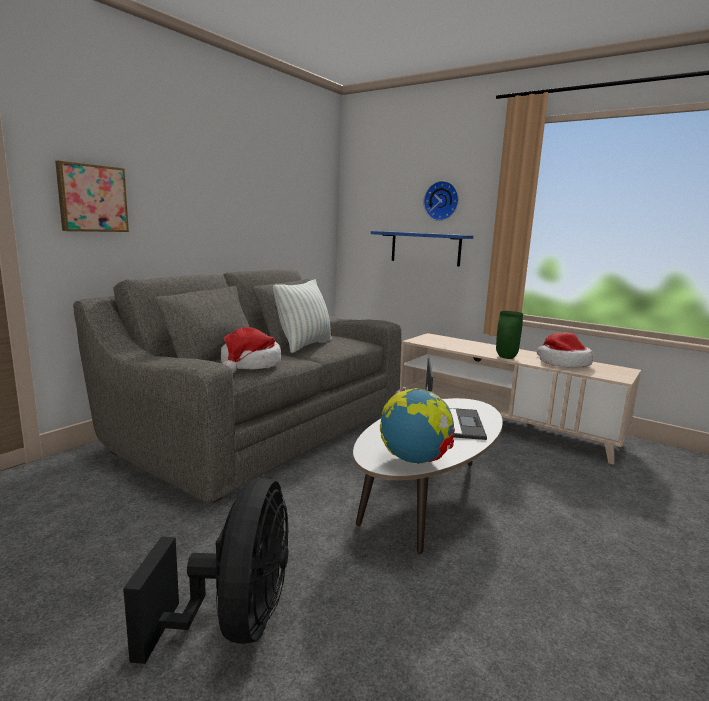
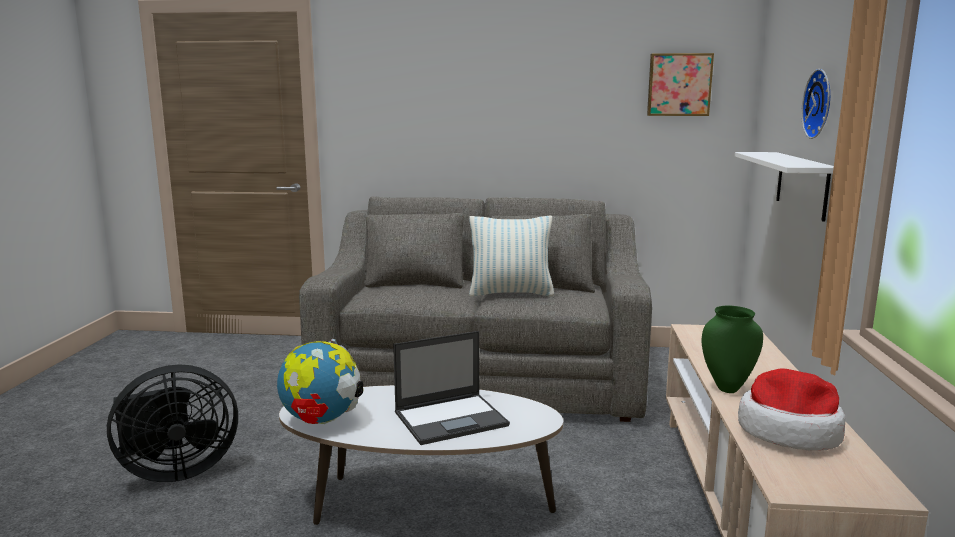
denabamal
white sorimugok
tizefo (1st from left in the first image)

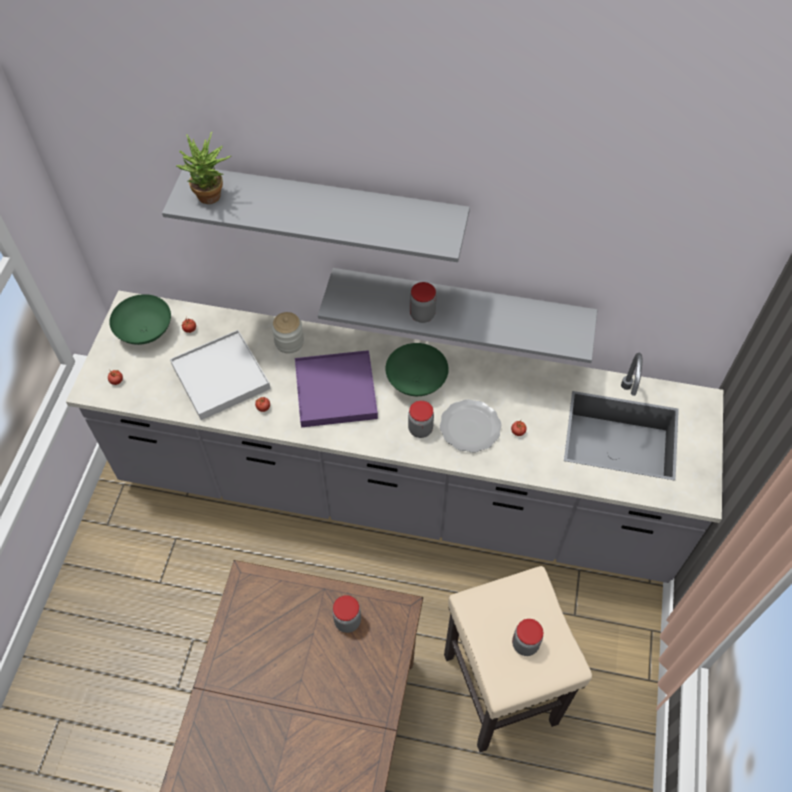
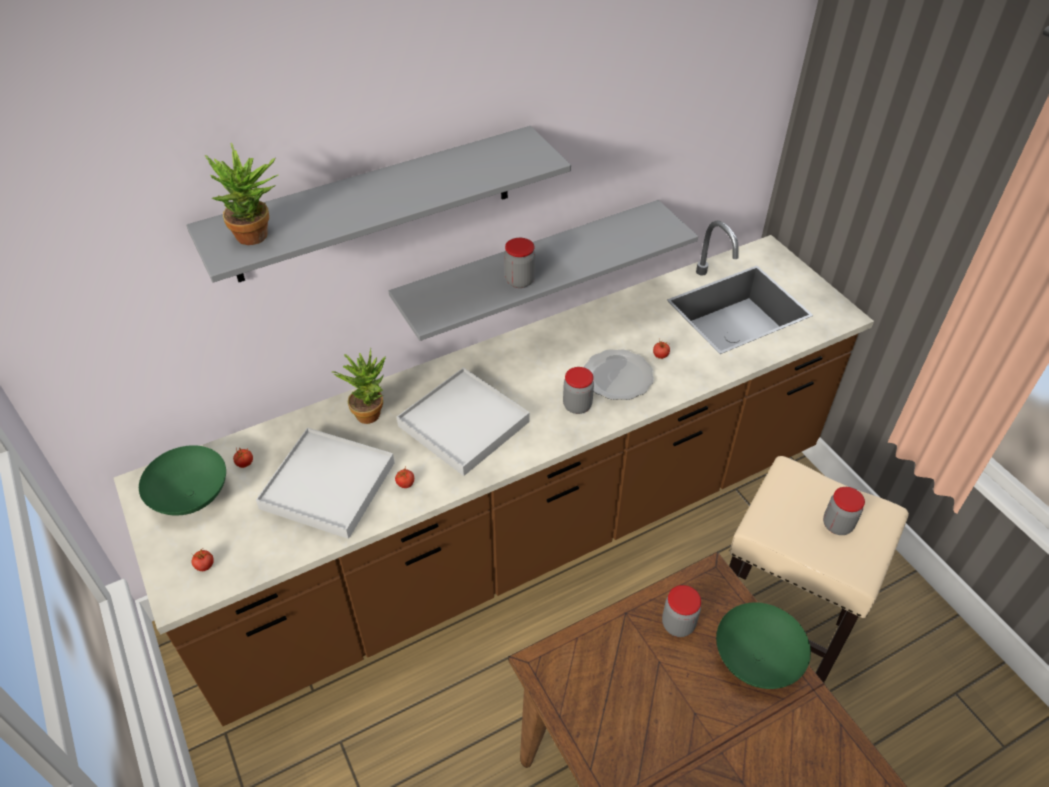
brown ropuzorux
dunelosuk (2nd from left)
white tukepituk (2nd from left)
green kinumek (2nd from left)

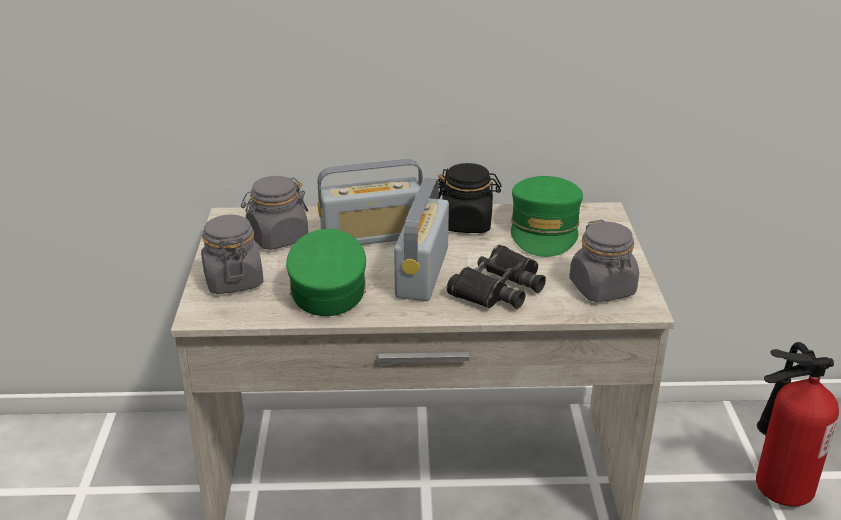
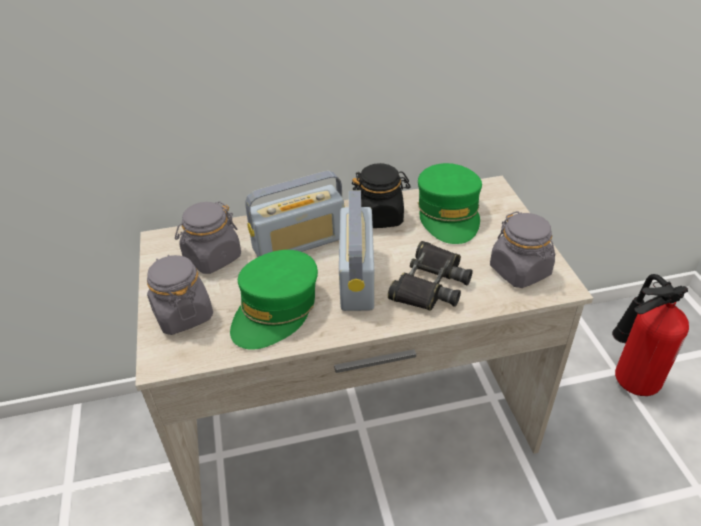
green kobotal (1st from left)

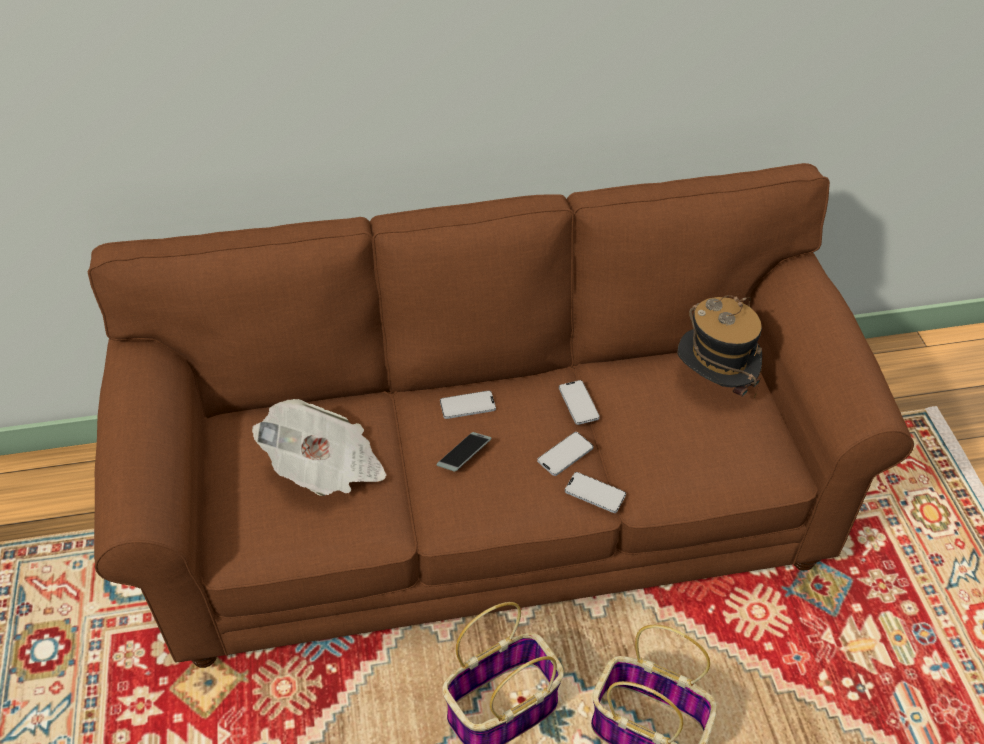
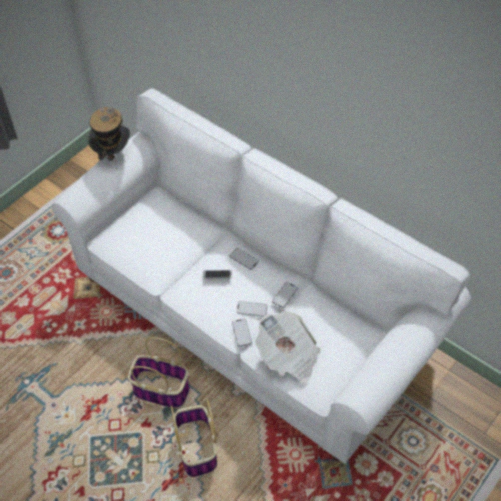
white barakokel
tizefo
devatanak

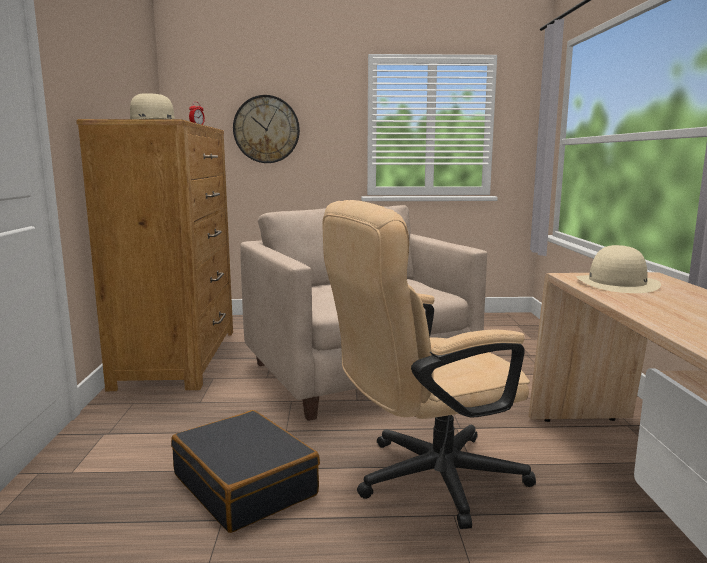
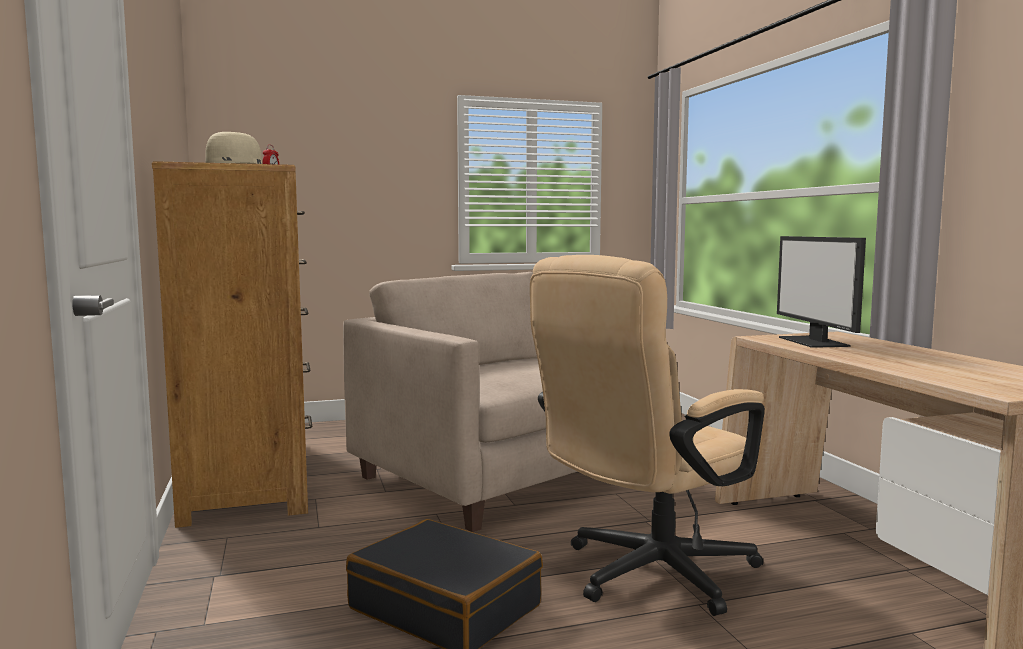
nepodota
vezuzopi

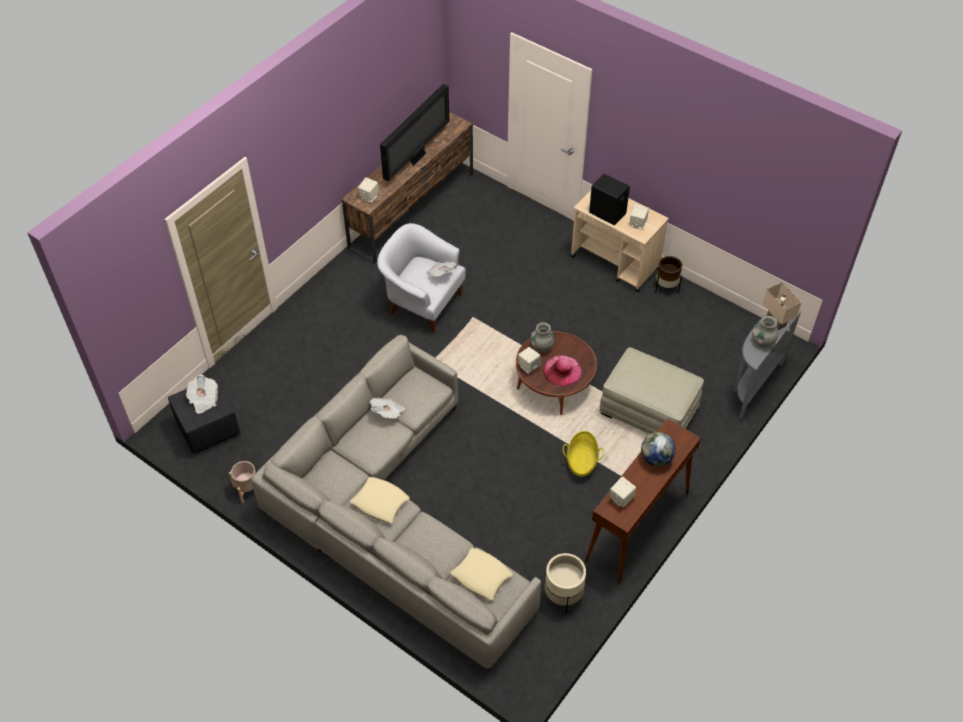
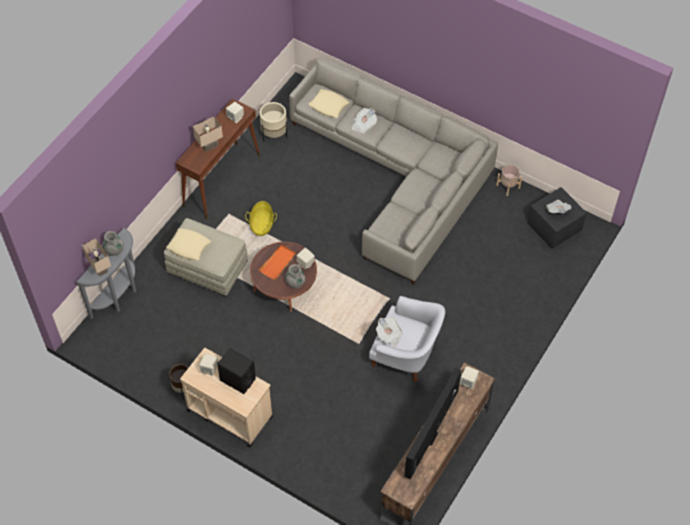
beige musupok (1st from left)
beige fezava (2nd from left)
orange tukepituk
devatanak (1st from left)

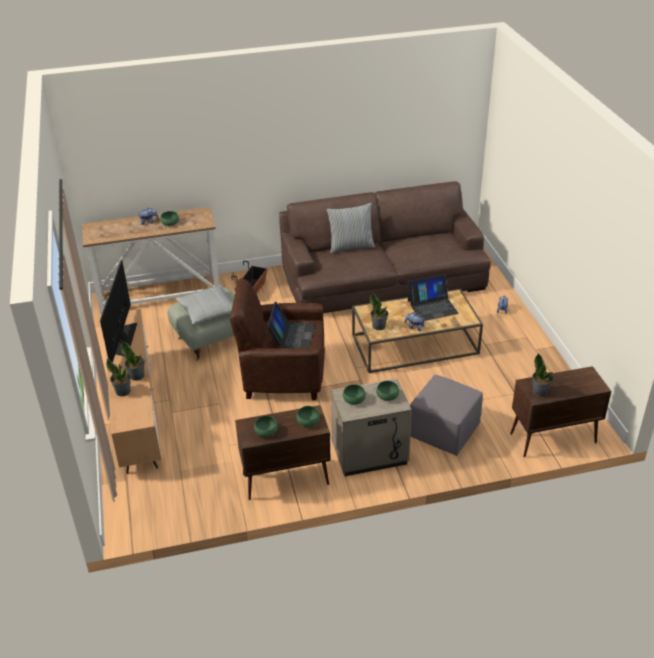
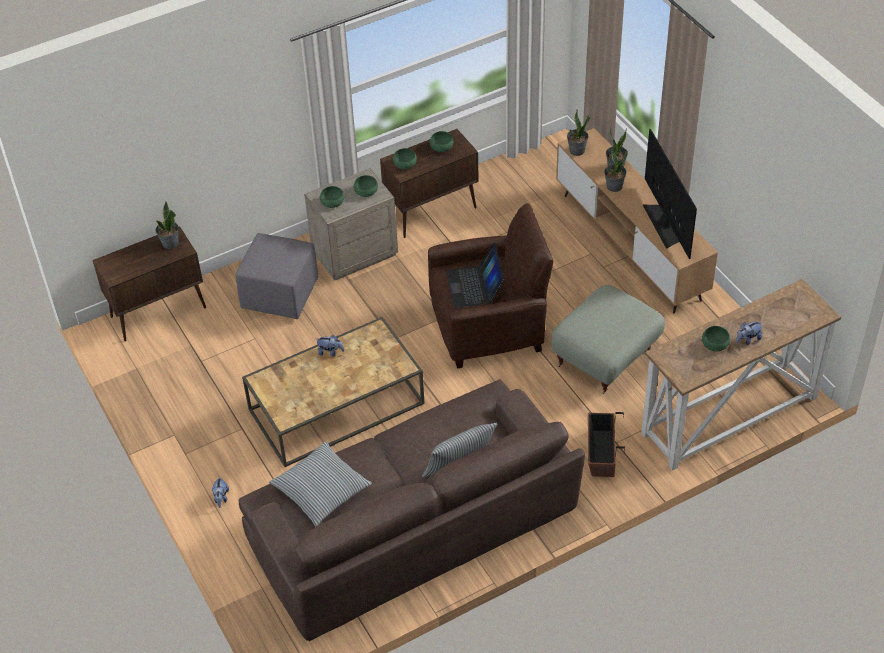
musupok (1st from left)
dunelosuk (2nd from left)
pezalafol (2nd from left in the first image)

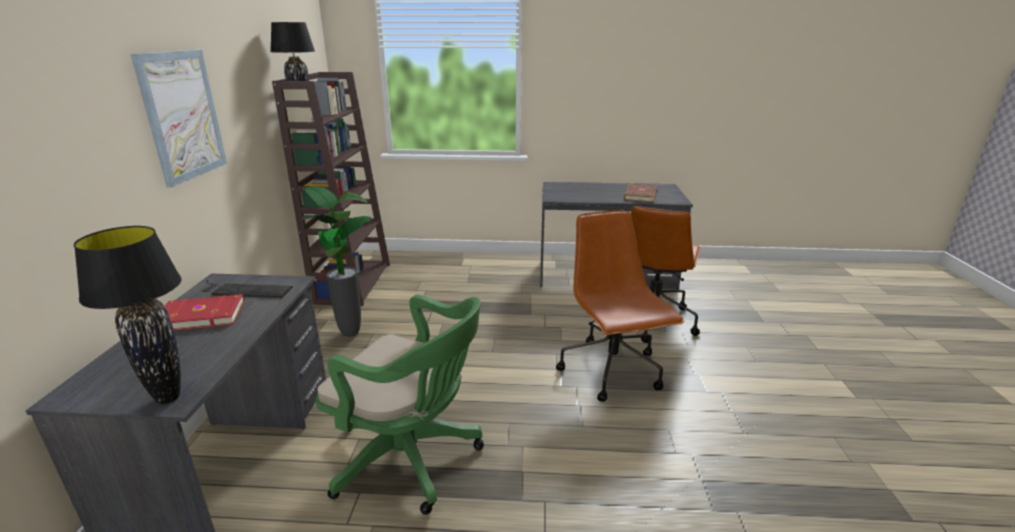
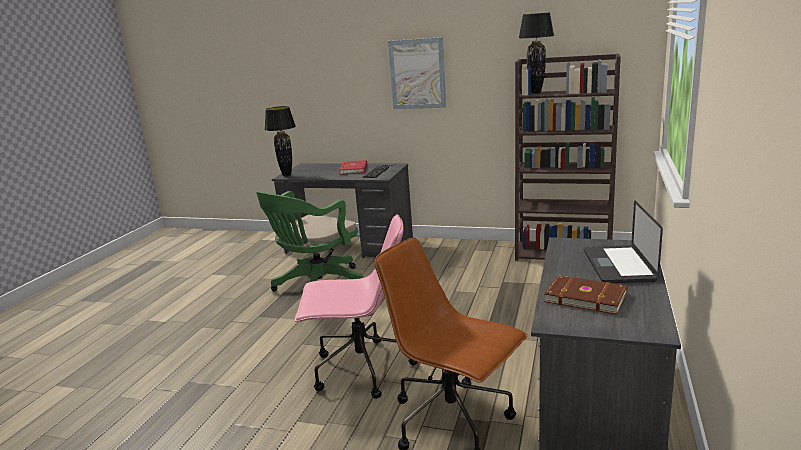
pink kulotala
pezalafol
dunelosuk

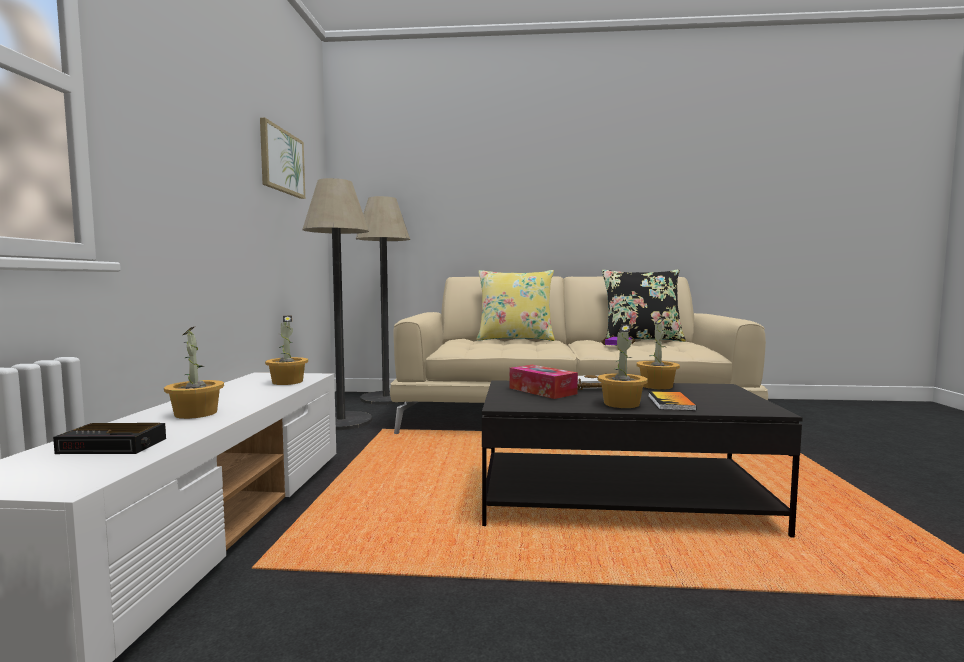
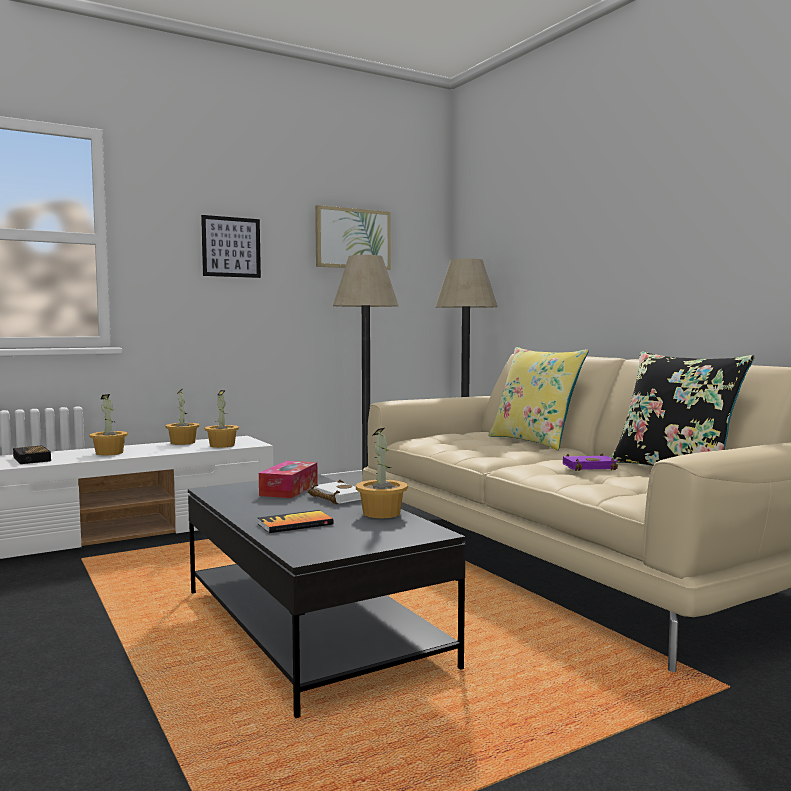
dunelosuk (2nd from left)
denabamal (1st from left)

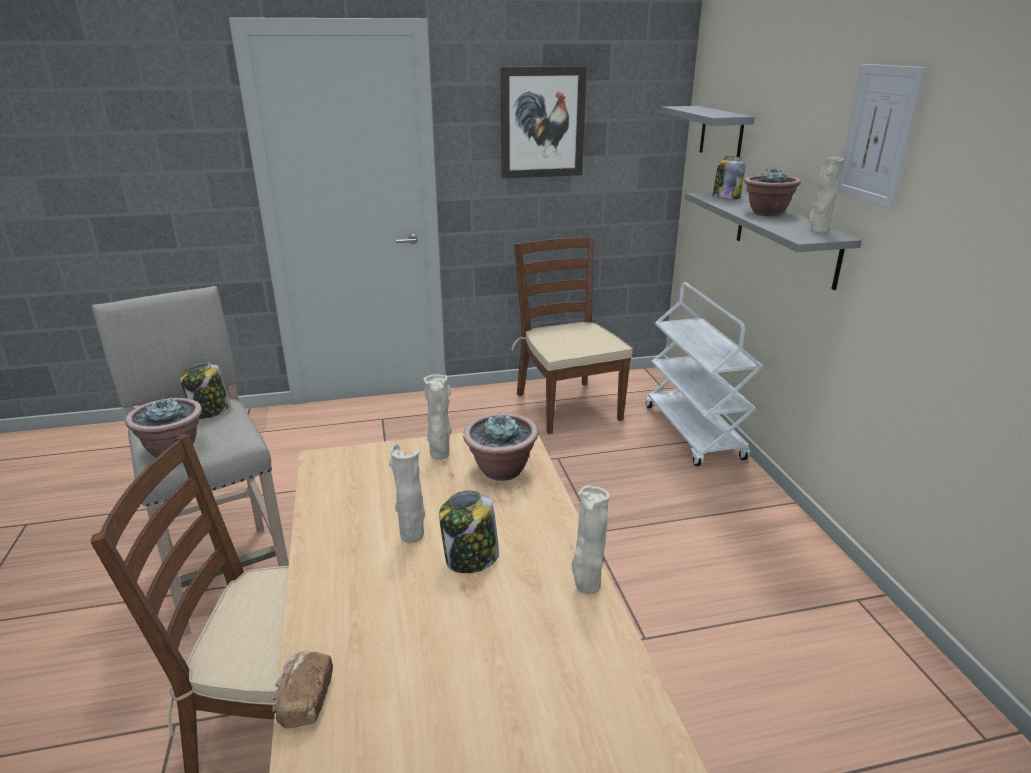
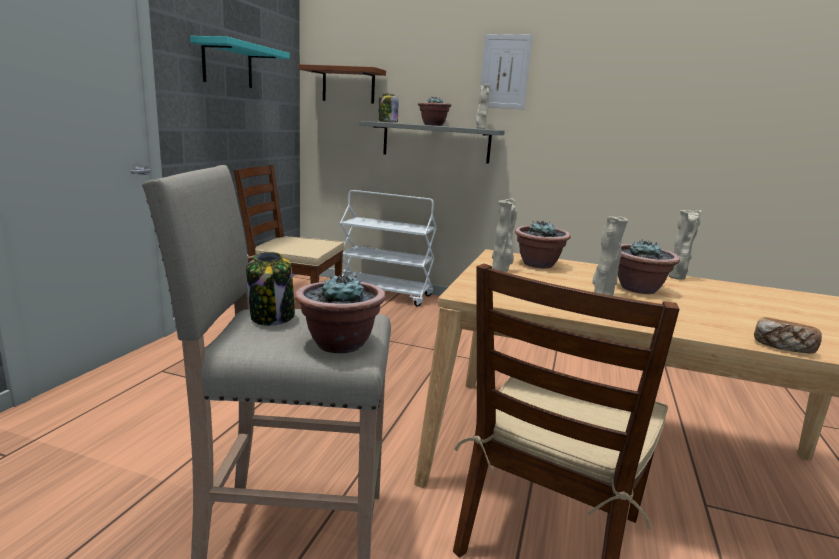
turquoise sorimugok
brown sorimugok
dunelosuk (4th from left)

